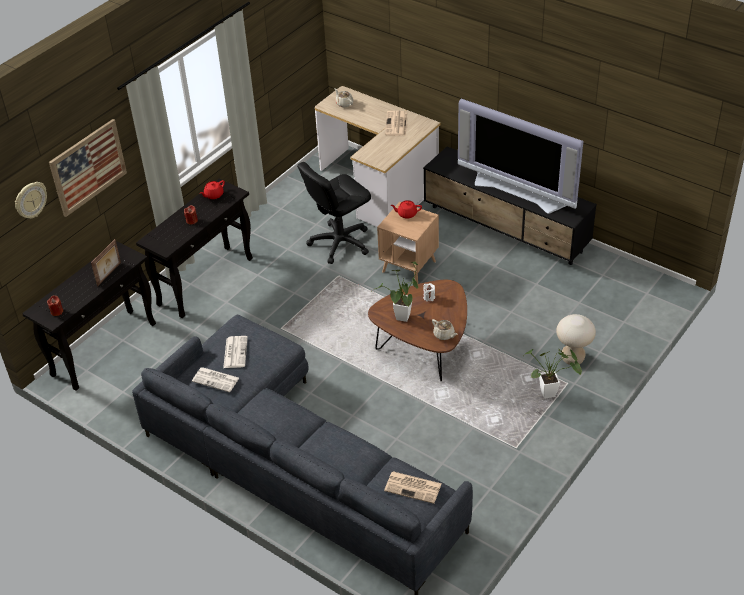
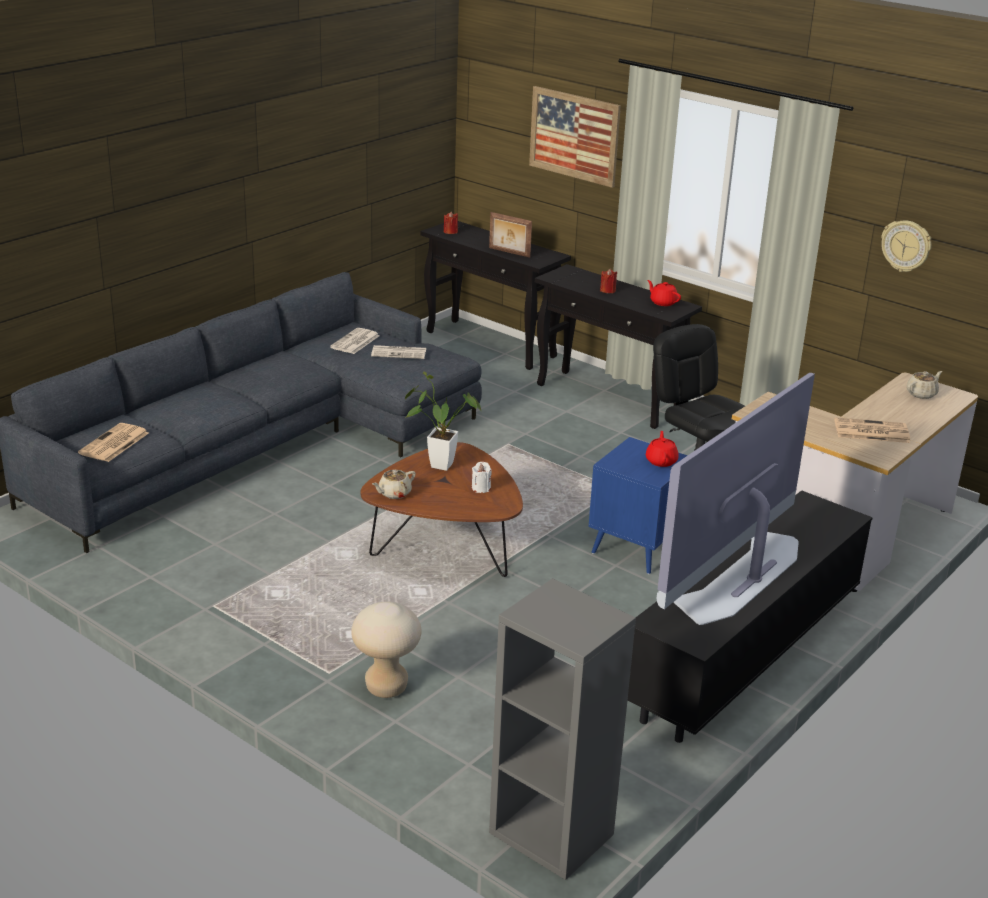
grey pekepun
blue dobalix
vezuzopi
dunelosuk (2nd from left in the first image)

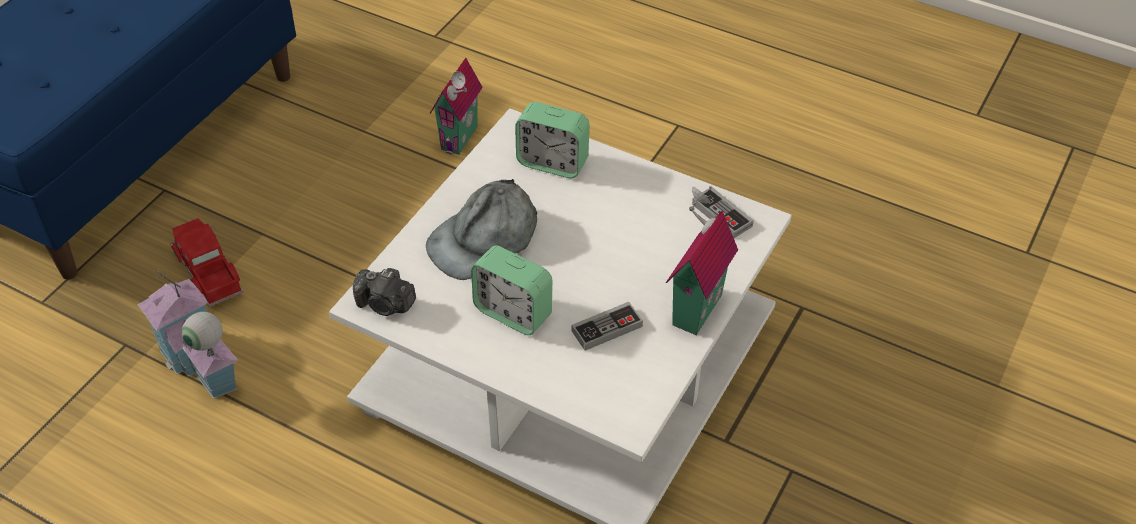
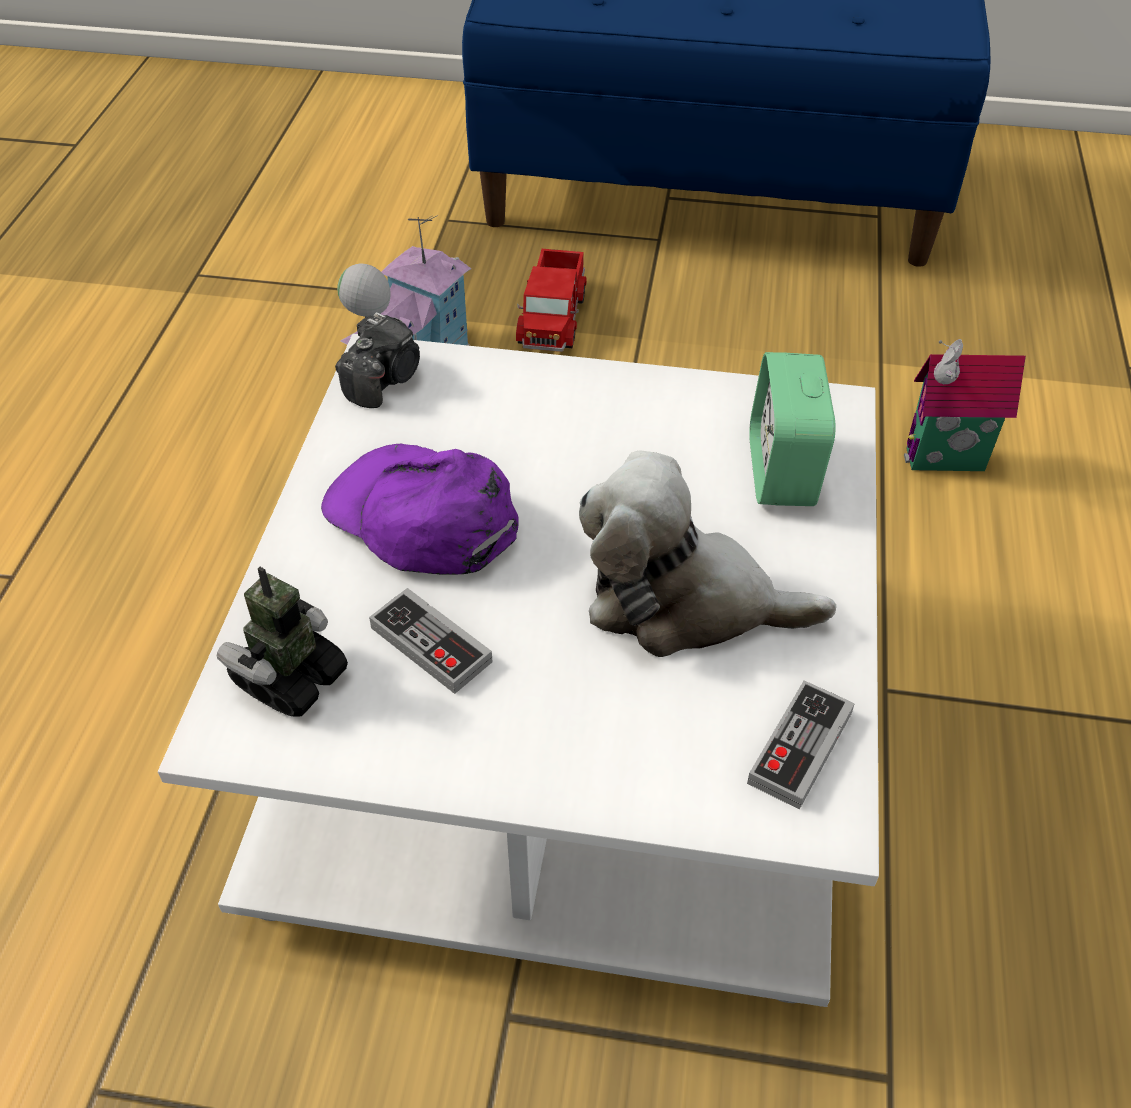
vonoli
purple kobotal
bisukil
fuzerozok
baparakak
grey kobotal
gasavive (3rd from left in the first image)

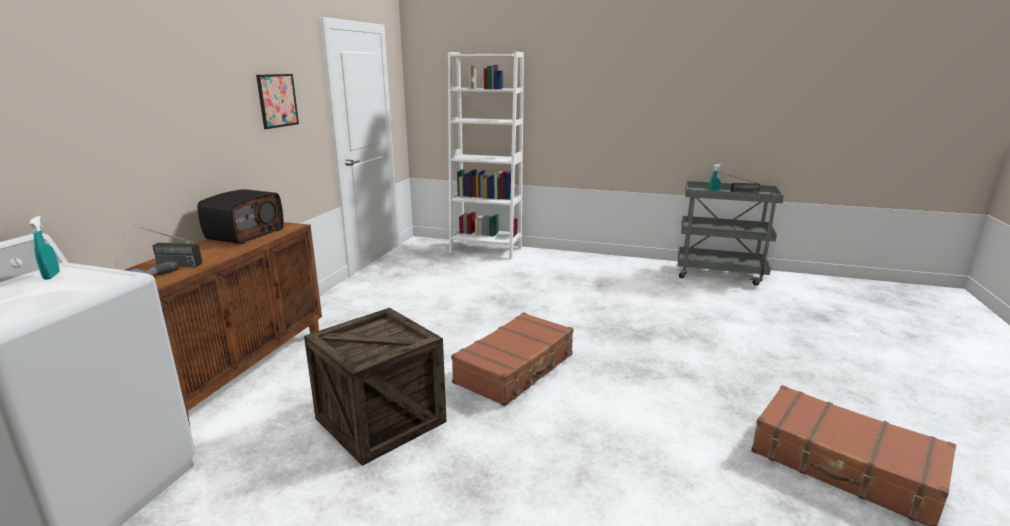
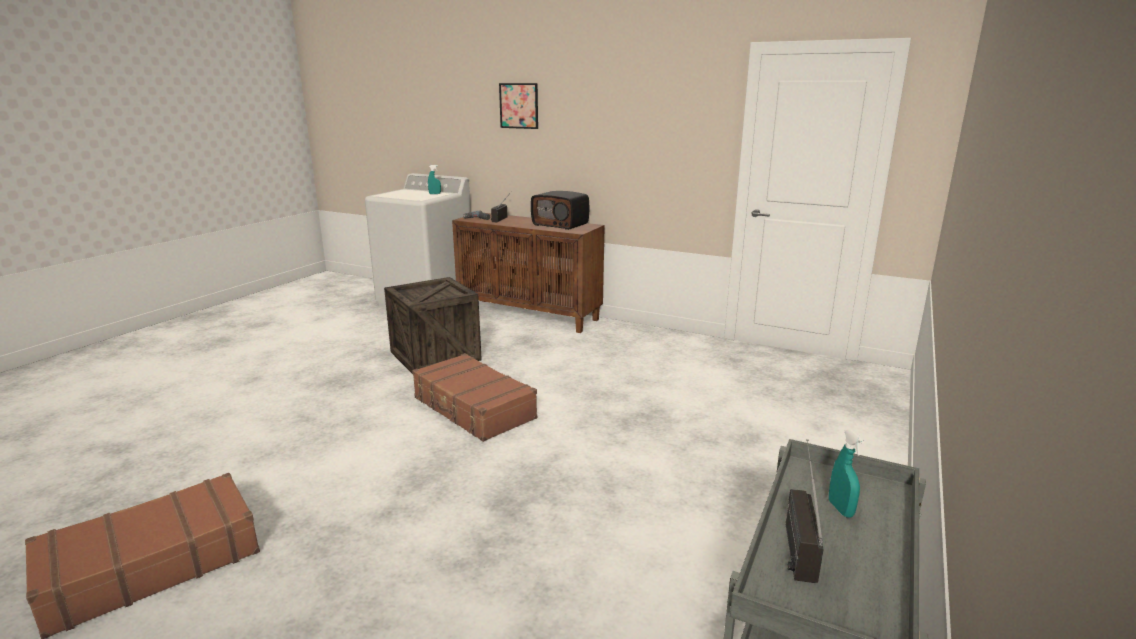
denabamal
white pekepun

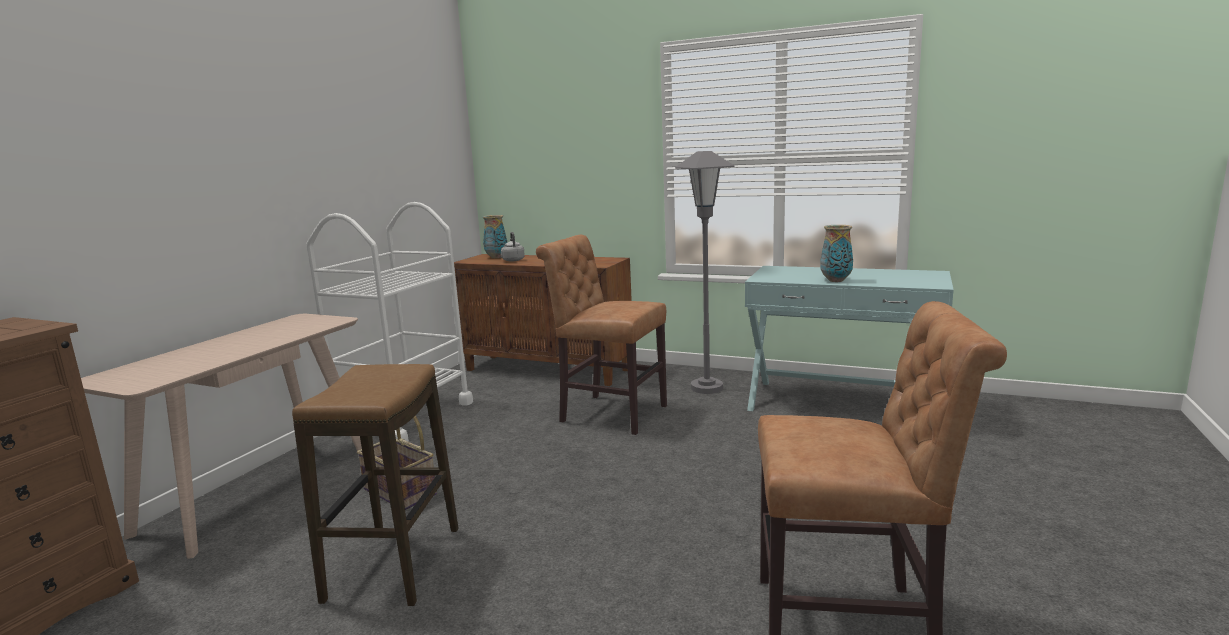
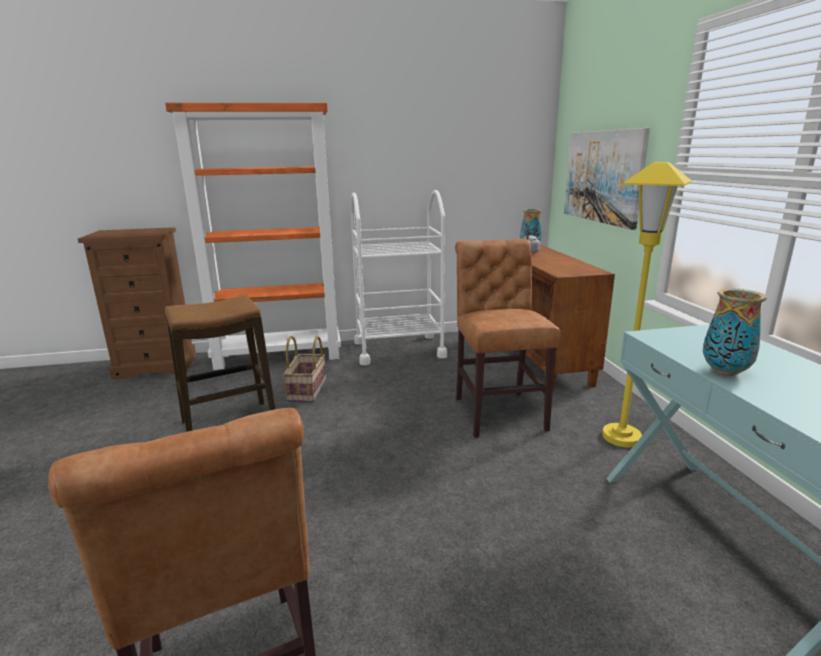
orange pekepun
denabamal
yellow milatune

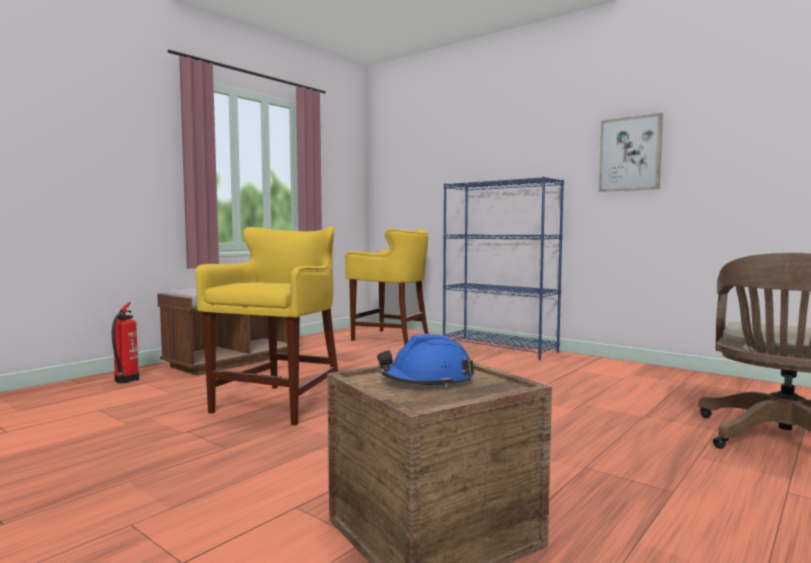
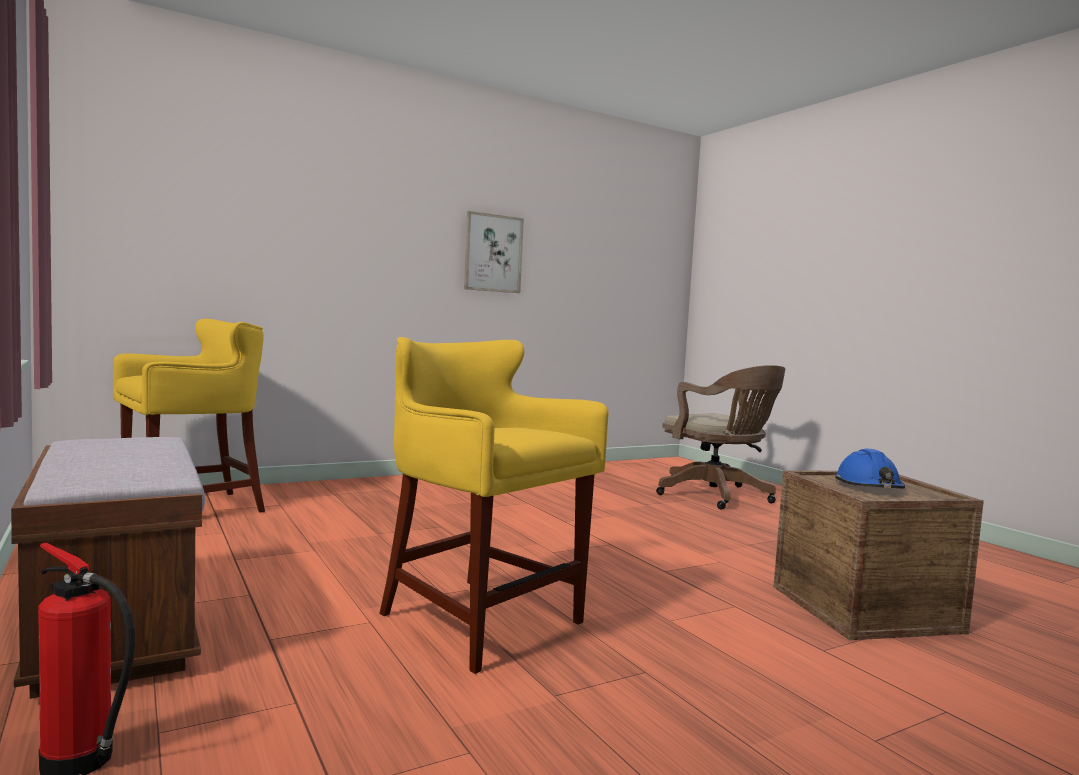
blue pekepun

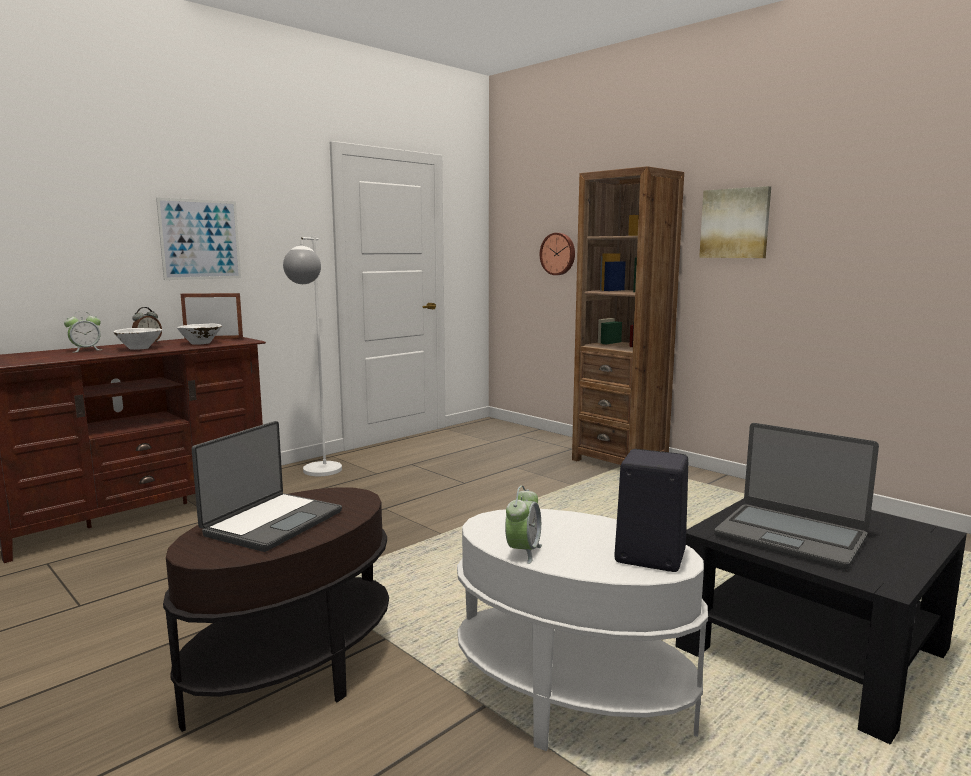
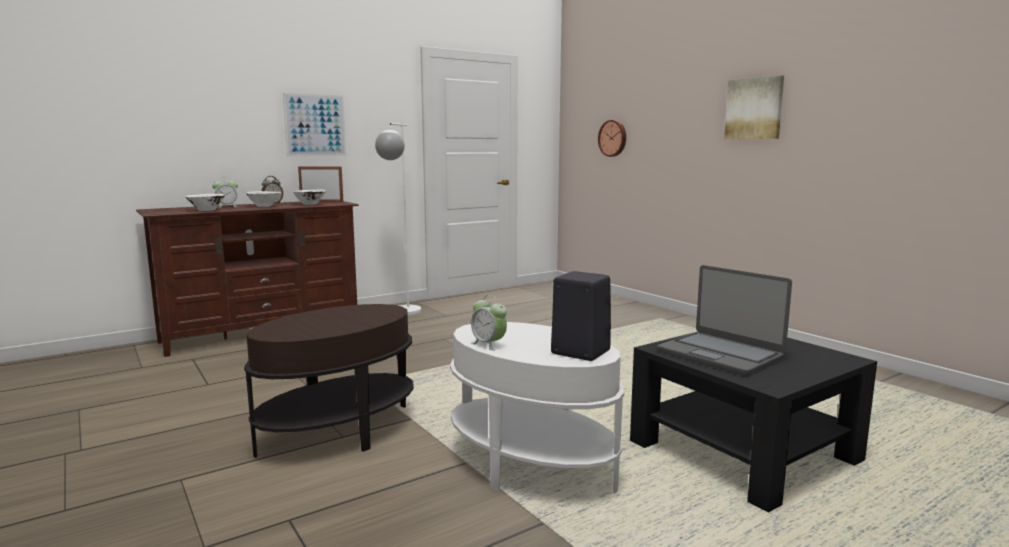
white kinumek (1st from left)
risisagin (3rd from left)
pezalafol (1st from left in the first image)
brown pekepun

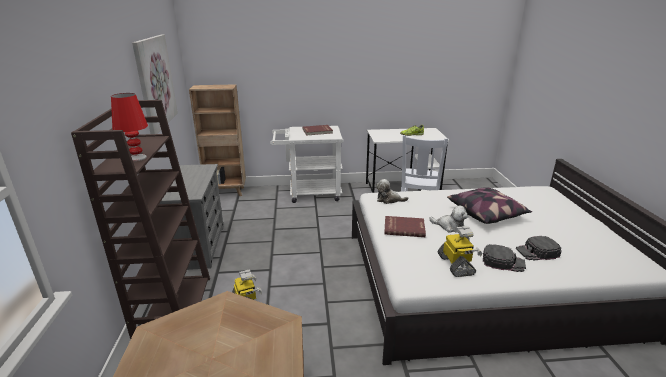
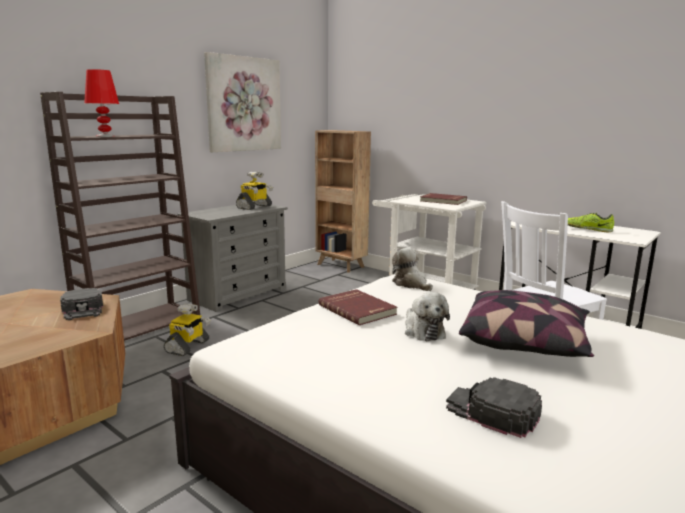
black kobotal (1st from left)
vonoli (2nd from left)

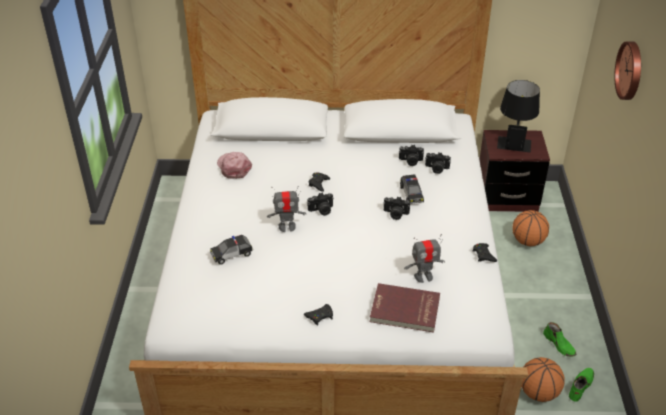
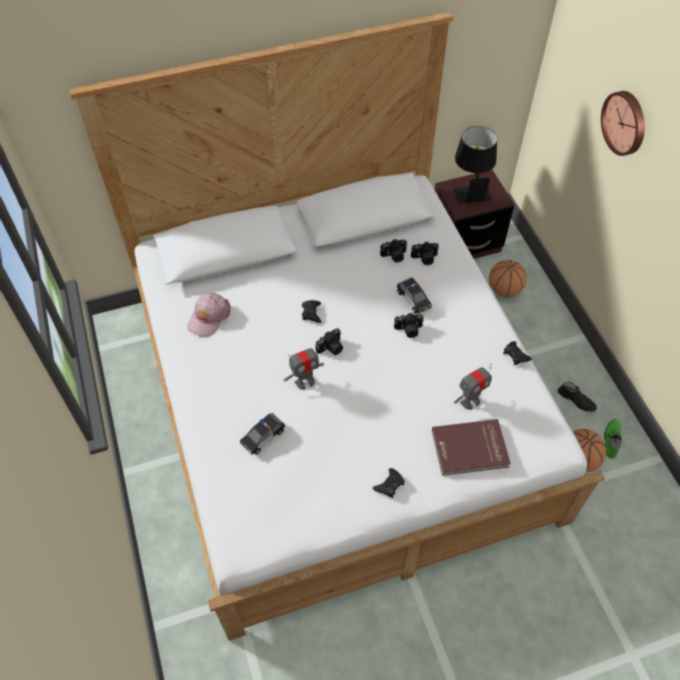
pink kobotal
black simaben

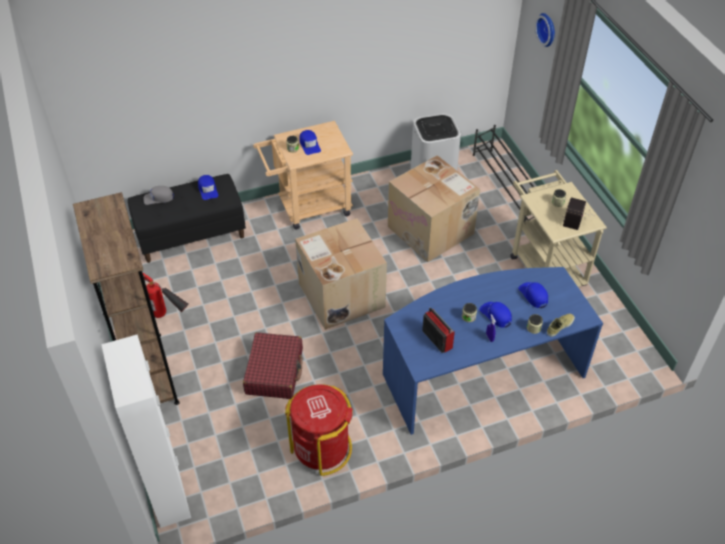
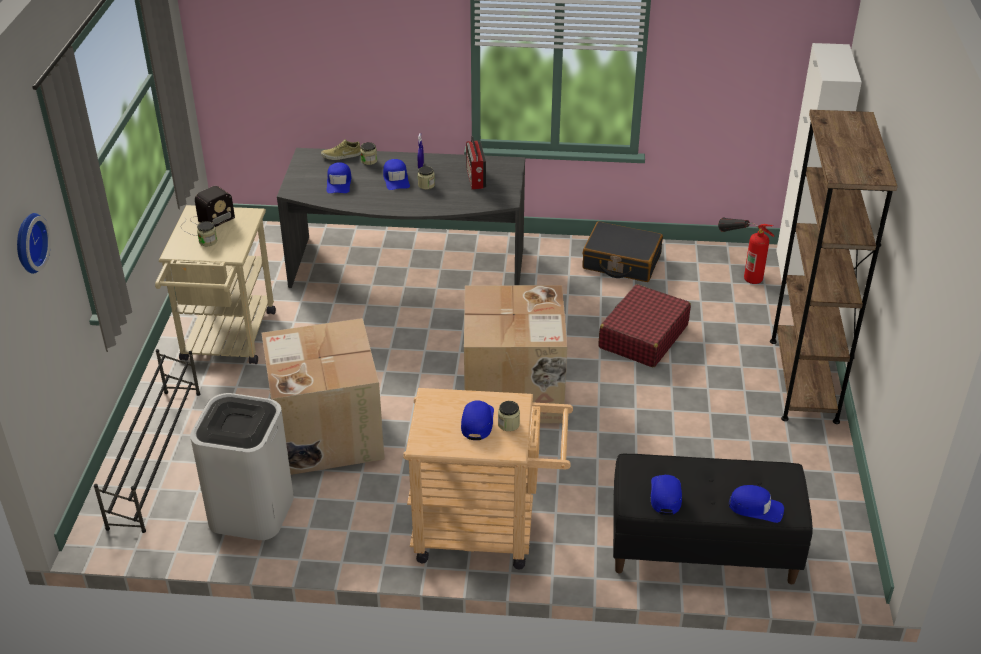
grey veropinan
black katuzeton
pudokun
blue kobotal (5th from left)

